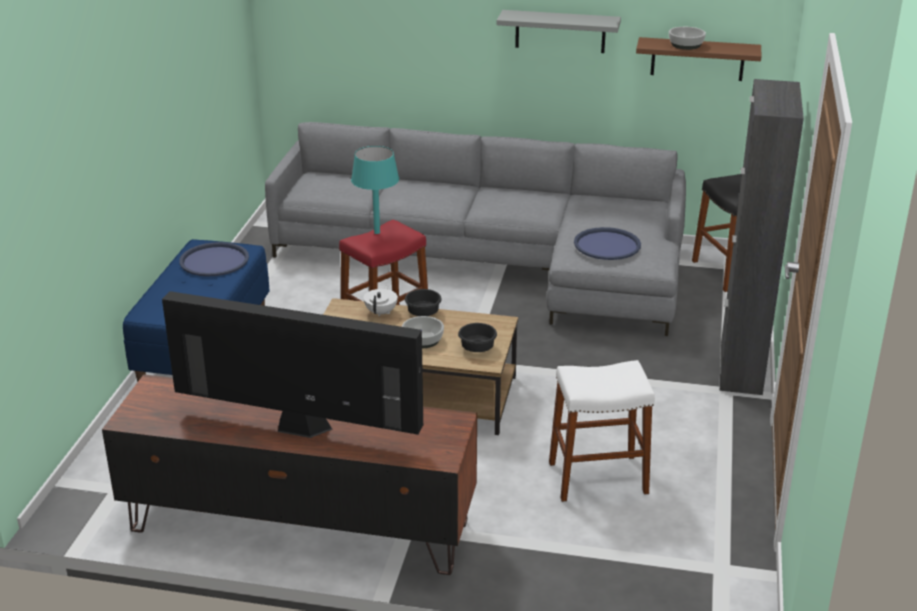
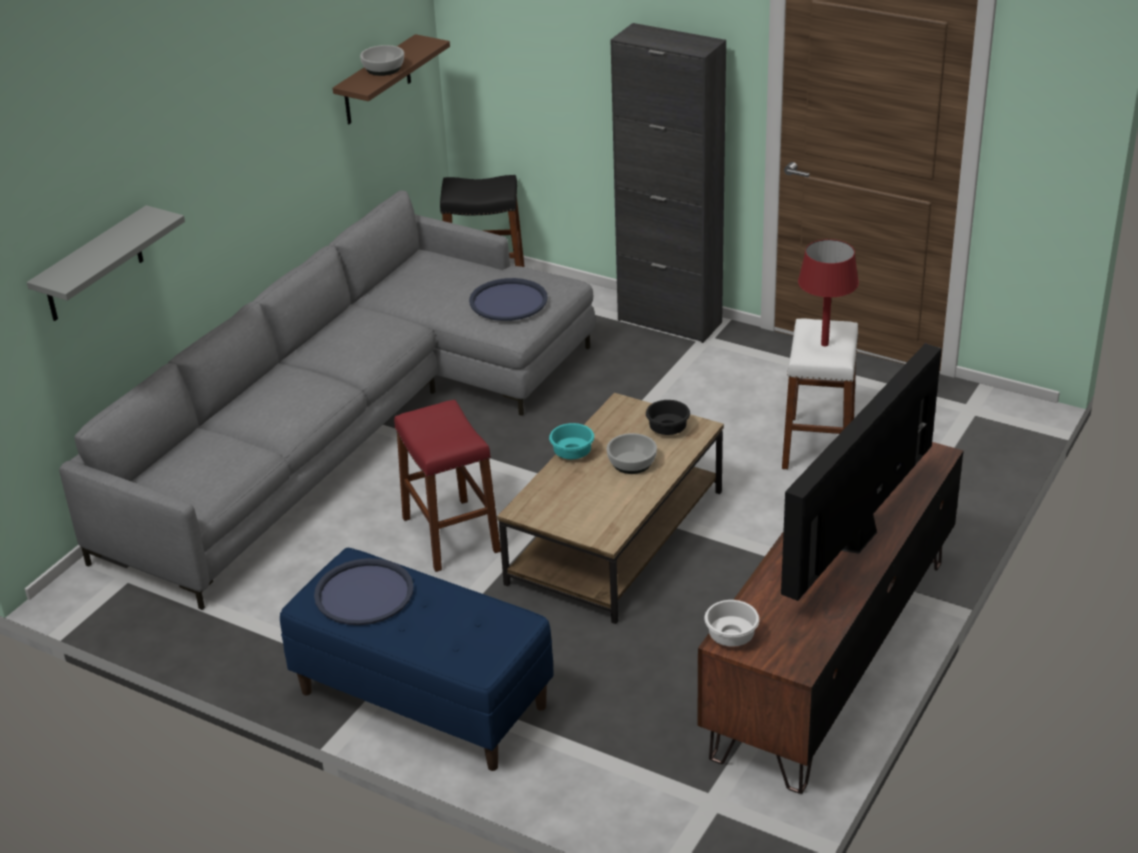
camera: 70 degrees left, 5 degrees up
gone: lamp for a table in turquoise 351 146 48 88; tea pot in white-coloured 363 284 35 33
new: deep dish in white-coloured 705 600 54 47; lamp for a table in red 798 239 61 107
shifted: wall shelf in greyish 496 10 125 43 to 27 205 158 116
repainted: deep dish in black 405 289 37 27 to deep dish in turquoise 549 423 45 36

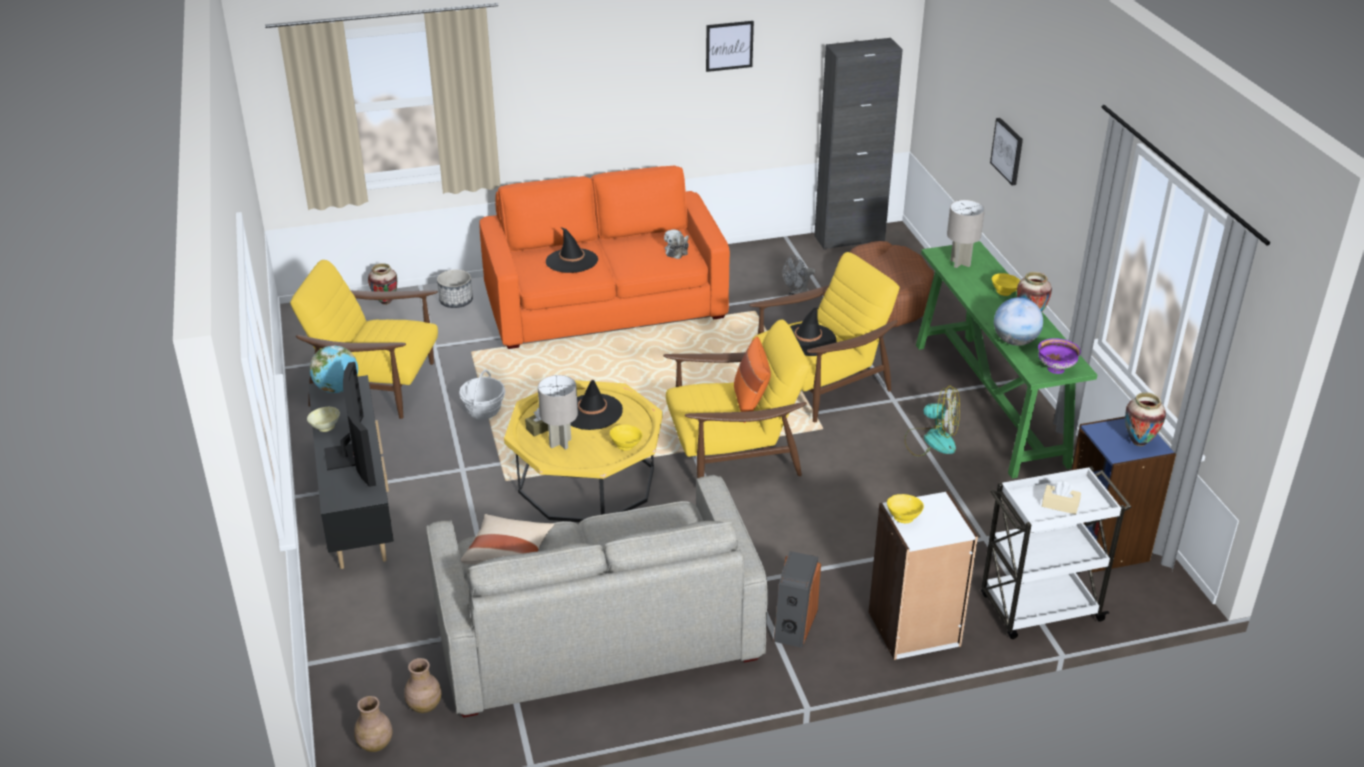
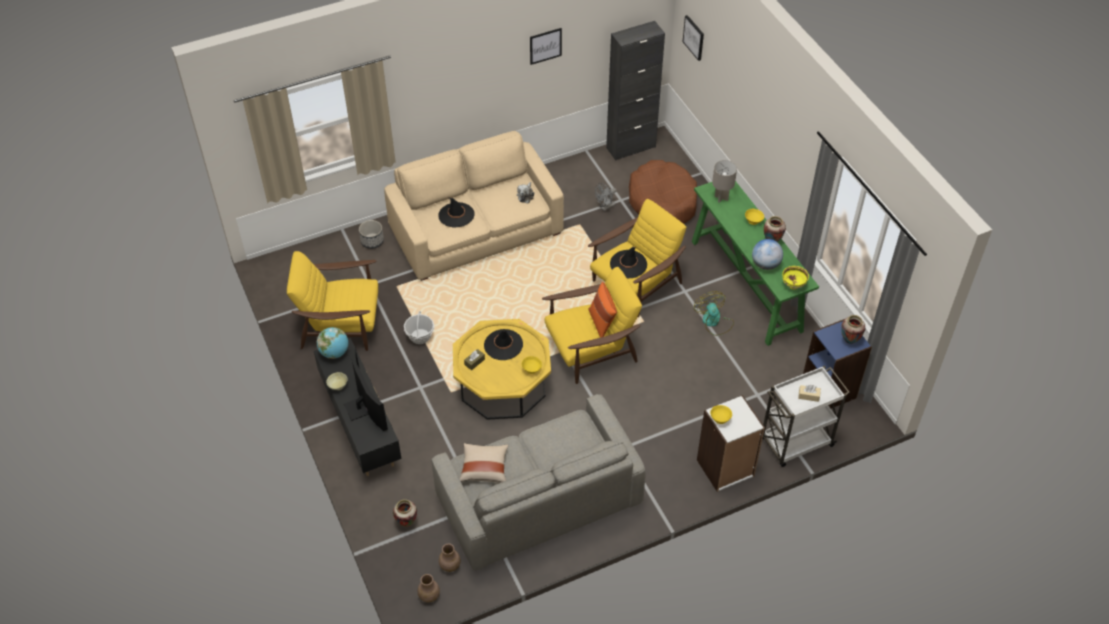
camera: 10 degrees left, 15 degrees up
gone: lamp for a table in greyish 538 375 40 75; audio speaker 773 551 48 97
shifted: decorative vase 368 263 29 42 to 393 499 24 28; picture 990 118 33 67 to 683 15 21 46
repainted: settee in orange-coloured 479 166 251 183 to settee in sand-coloured 384 131 180 150; deep dish in purple-coloured 1038 338 43 36 to deep dish in yellow-coloured 782 266 27 23
rotated: fan 904 386 56 70 = 694 291 40 45 120 degrees counterclockwise

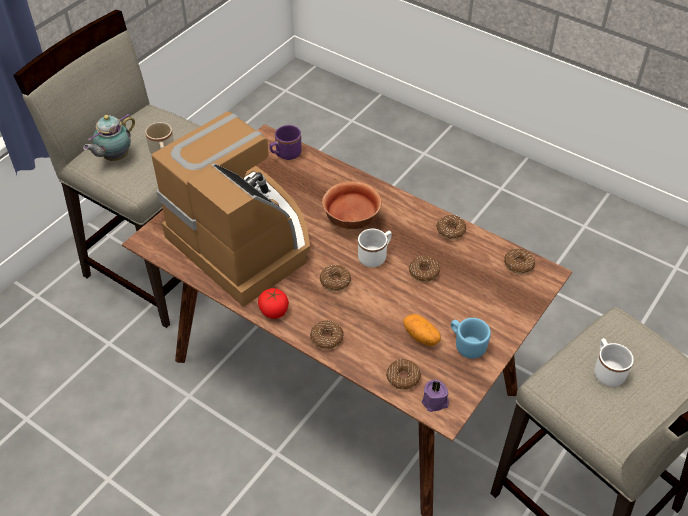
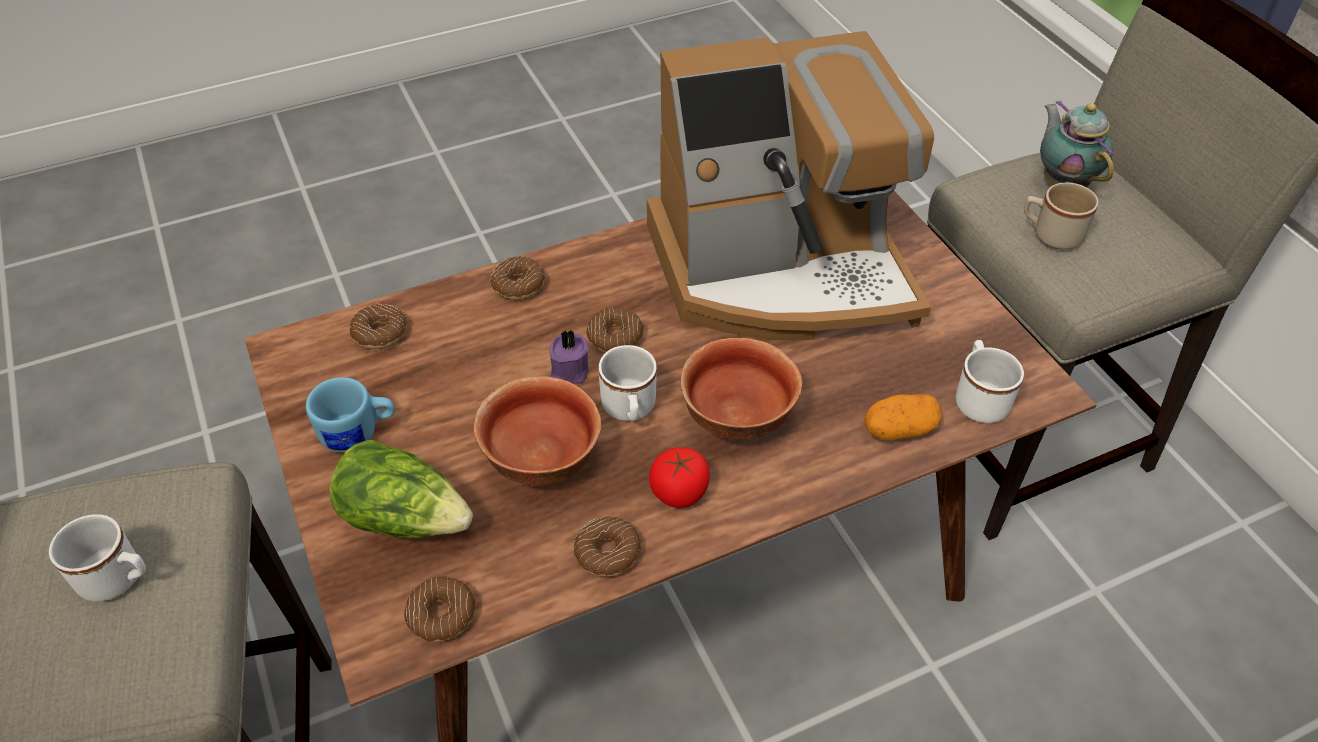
camera: 120 degrees right, 0 degrees up
new: lettuce 329 440 144 98
shifted: tomato 258 288 31 31 to 649 447 61 61; whole potato 403 314 38 32 to 864 394 78 46; candle in purple-coloured 422 380 27 32 to 550 330 39 54
swapped: ring doughnut 409 256 31 26 to deep dish 474 376 127 109
repainted: mug in purple-coloured 269 125 33 35 to mug in white-coloured 956 340 68 83

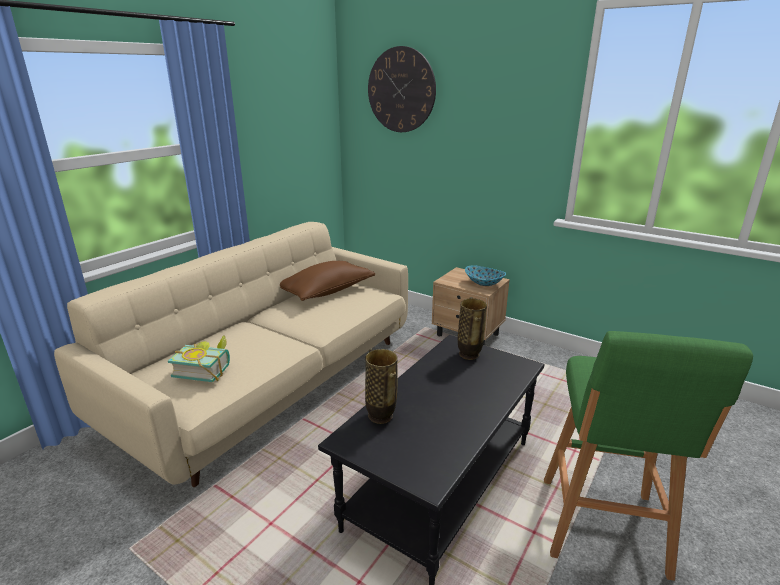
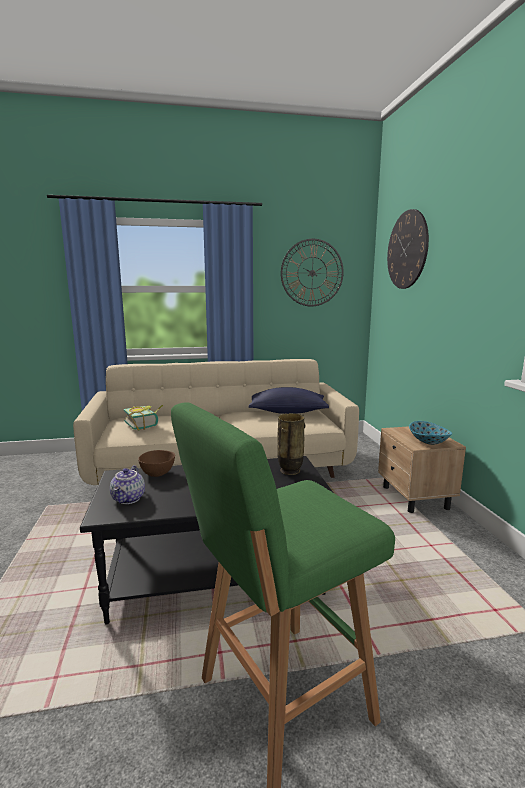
camera: 45 degrees right, 10 degrees down
new: tea pot 110 465 35 39; hanging clock 281 239 63 68
swapped: decorative vase 365 348 33 76 to deep dish in brown-coloured 138 450 37 27
repainted: pillow in brown-coloured 280 261 95 40 to pillow in blue 248 387 81 27

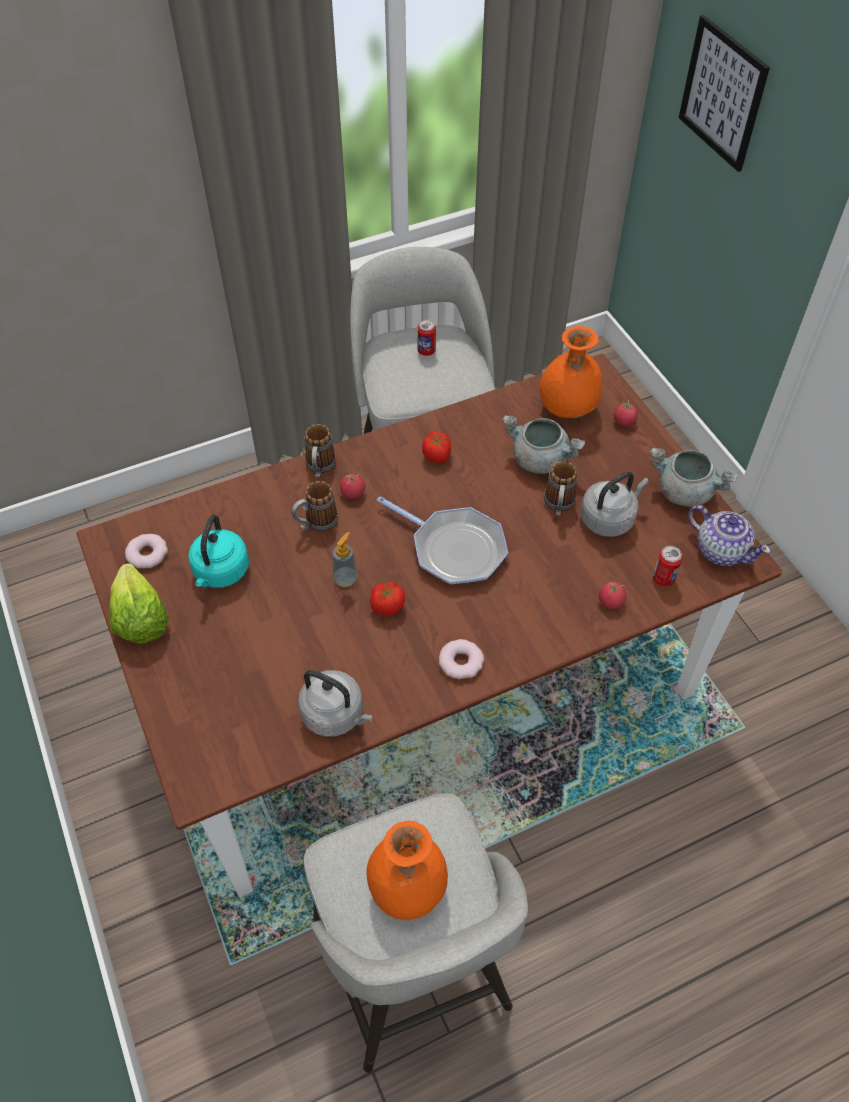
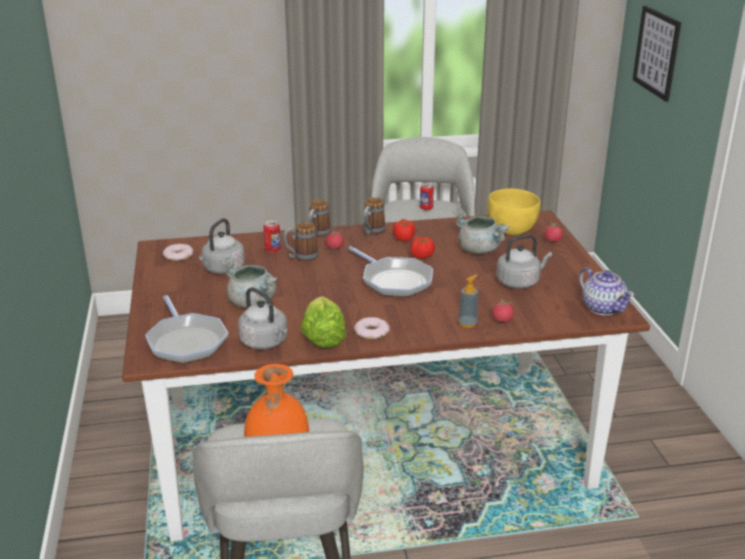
camera: 15 degrees right, 25 degrees down
new: skillet 145 295 83 68
shifted: lettuce 109 563 60 81 to 301 296 45 52; liquid soap bottle 332 532 25 56 to 458 275 20 53; tomato 370 582 35 34 to 410 237 25 22; mug 544 461 33 55 to 363 197 23 38; cooking pot in greyish 650 448 89 59 to 221 258 57 50; sealed can 653 546 30 41 to 263 221 18 32
swapped: decorative vase in orange-coloured 540 326 62 92 to deep dish in yellow-coloured 488 188 53 47
repainted: water kettle in turquoise 188 515 61 73 to water kettle in greyish 199 218 46 56

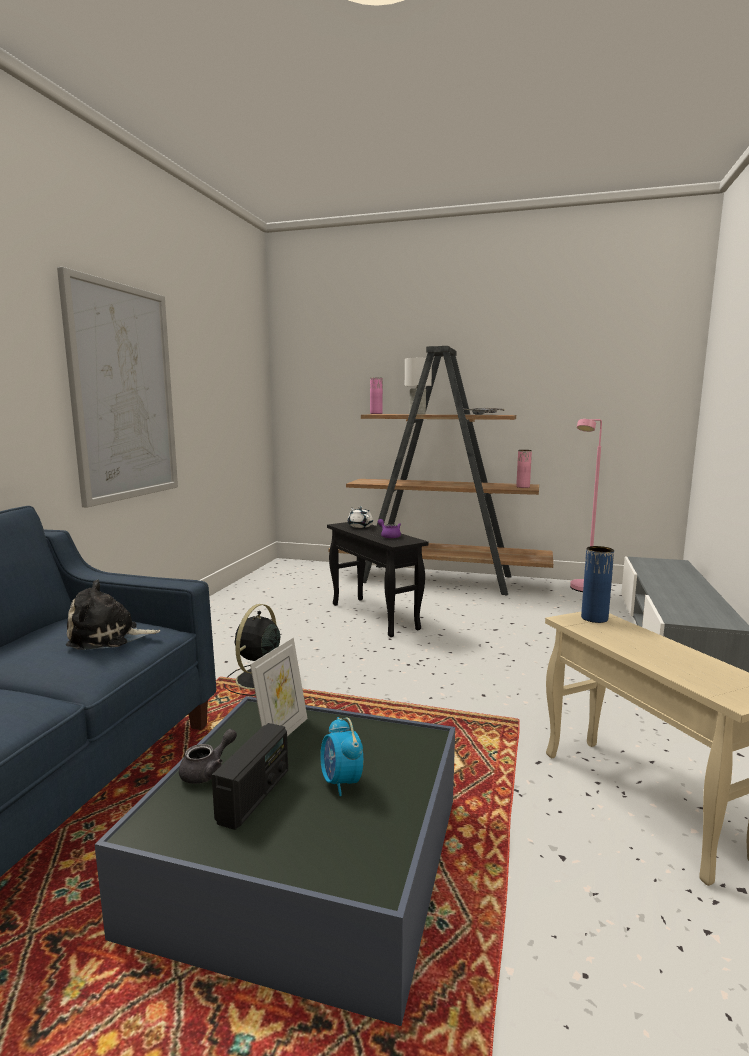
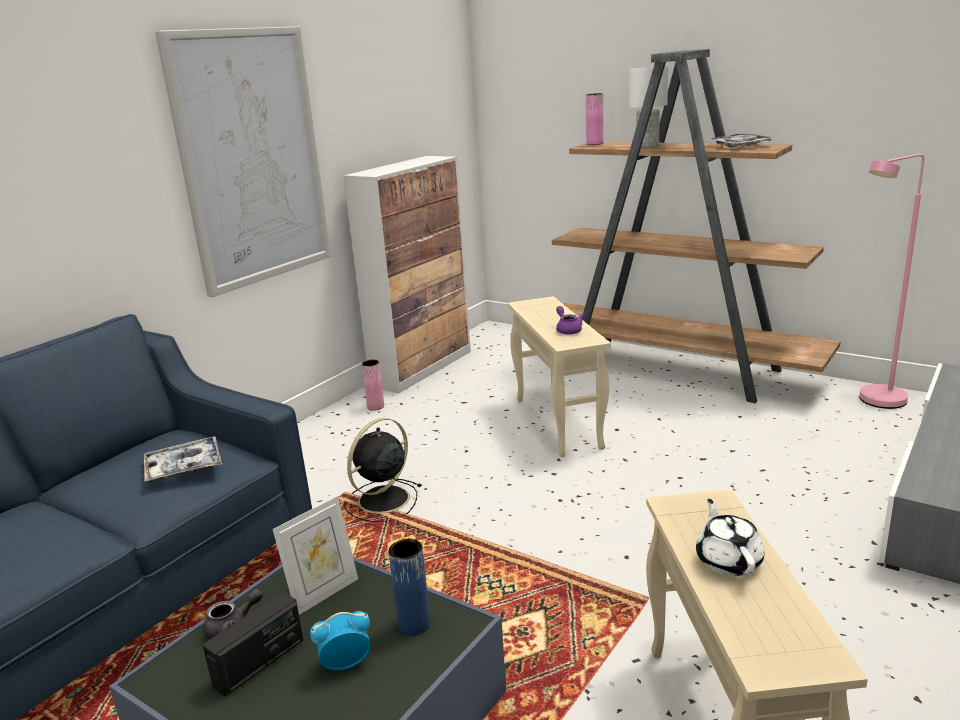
camera: 20 degrees right, 10 degrees up
new: storage cabinet 343 156 128 237
shifted: tea pot in white-coloured 348 507 25 21 to 696 499 68 77; decorative vase in pink-coloured 516 450 16 38 to 362 360 22 51; decorative vase in blue 581 546 33 77 to 389 539 41 97
swapped: soft toy 66 580 94 70 to tray 144 437 78 45
repainted: accent table in black 327 522 102 115 to accent table in sand-coloured 508 296 103 161
rotated: table clock 320 717 43 79 = 310 611 61 60 75 degrees clockwise

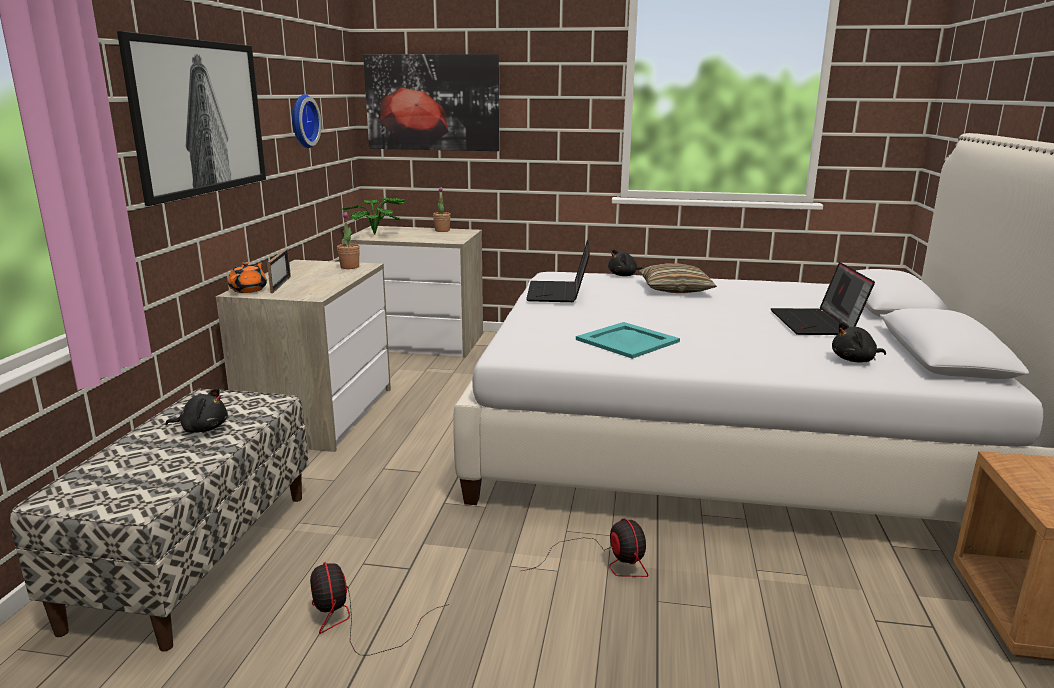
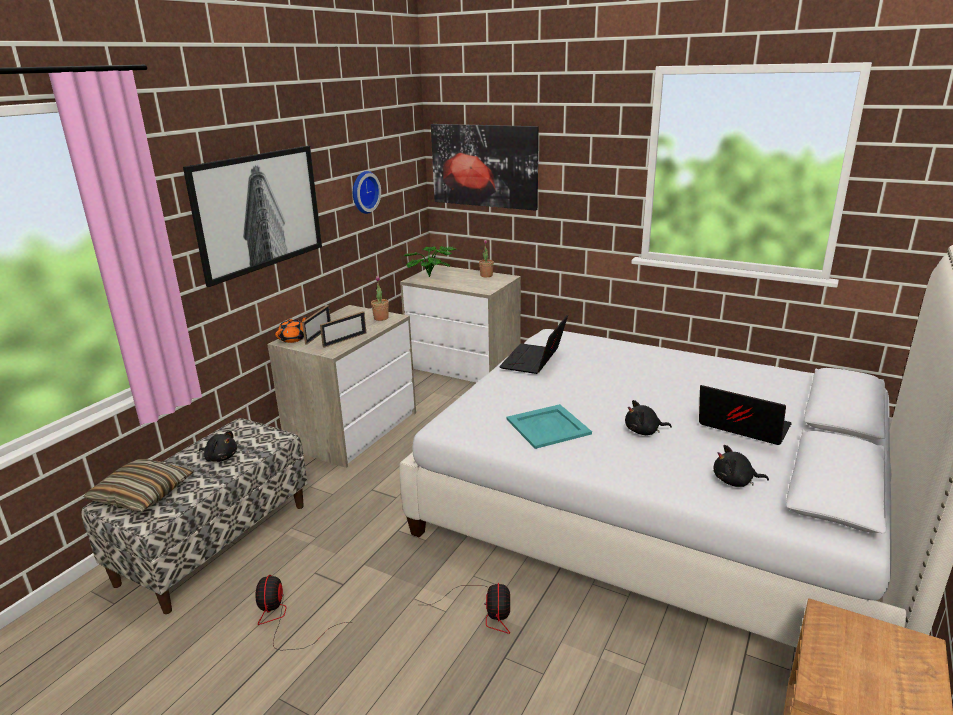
camera: 20 degrees right, 5 degrees up
new: photo frame 320 311 46 37
shifted: soft toy in black 608 249 36 27 to 625 400 47 35; pillow 639 263 78 30 to 83 459 111 53
rotated: laptop 771 262 104 73 = 699 385 93 60 105 degrees clockwise

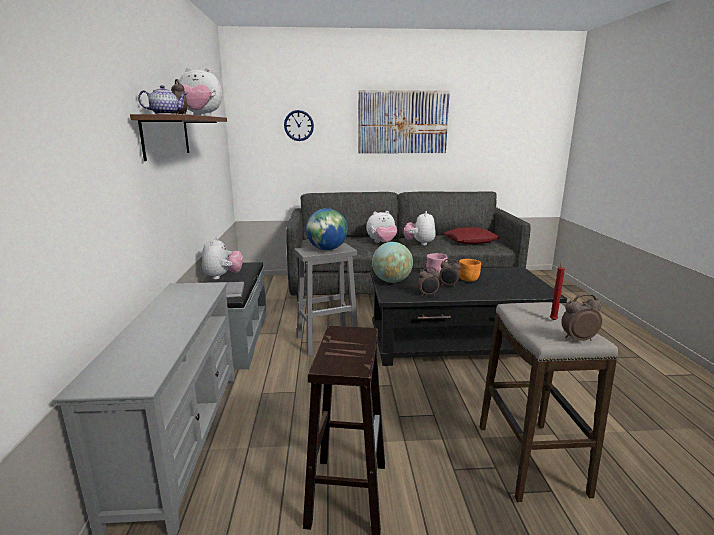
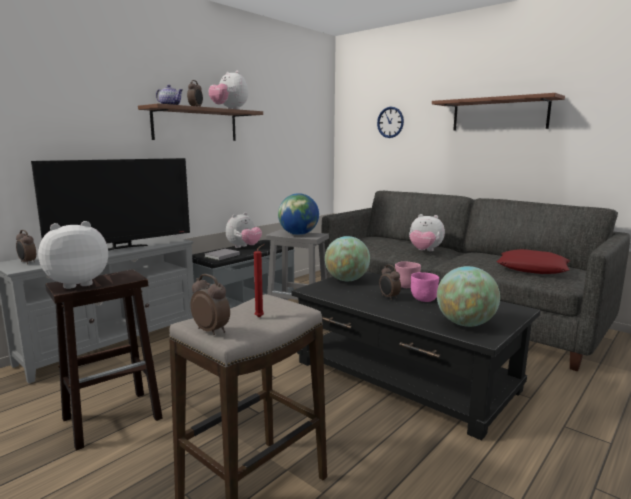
camera: 45 degrees right, 5 degrees down
new: TV set 31 158 159 93; desk globe 437 266 63 61
shifted: soft toy 404 211 32 34 to 38 221 70 68; table clock 417 267 23 29 to 16 230 20 34
swapped: picture 358 90 92 64 to wall shelf in brown-coloured 432 93 133 38
repainted: deep dish in orange-coloured 459 259 22 23 to deep dish in pink-coloured 411 272 28 30

